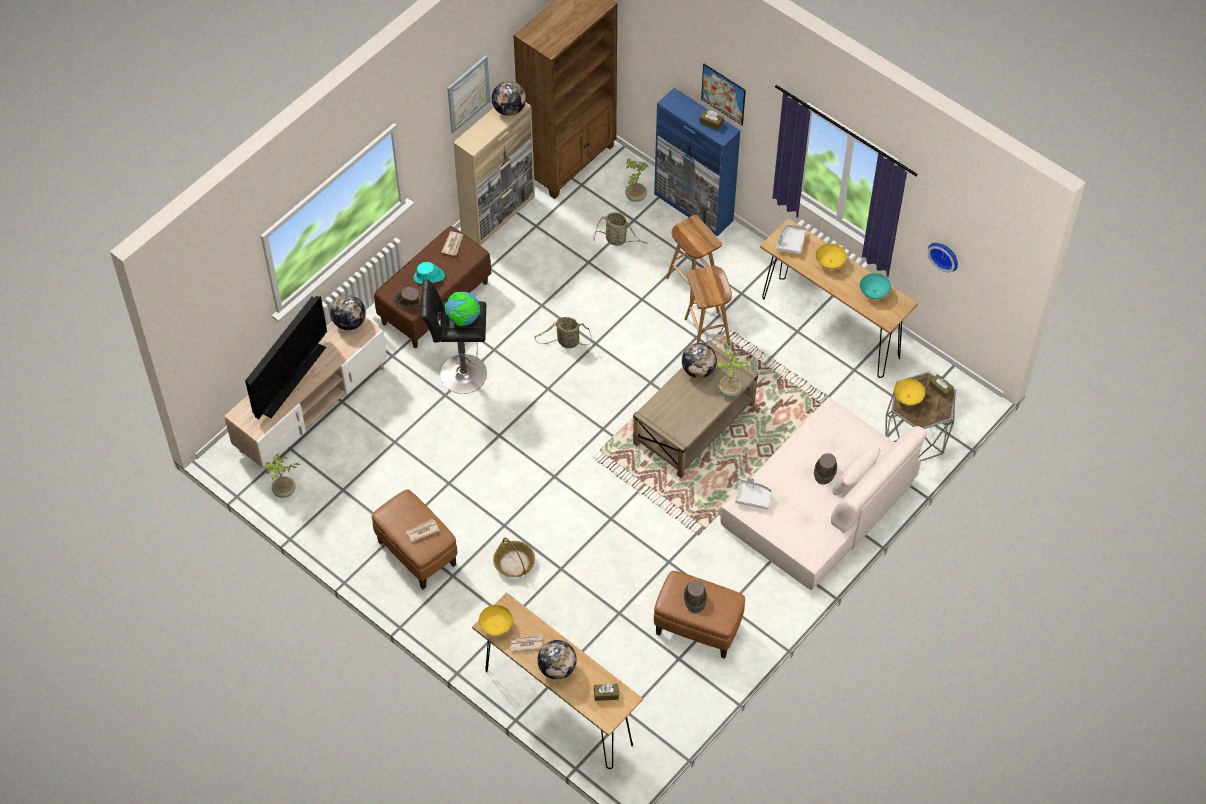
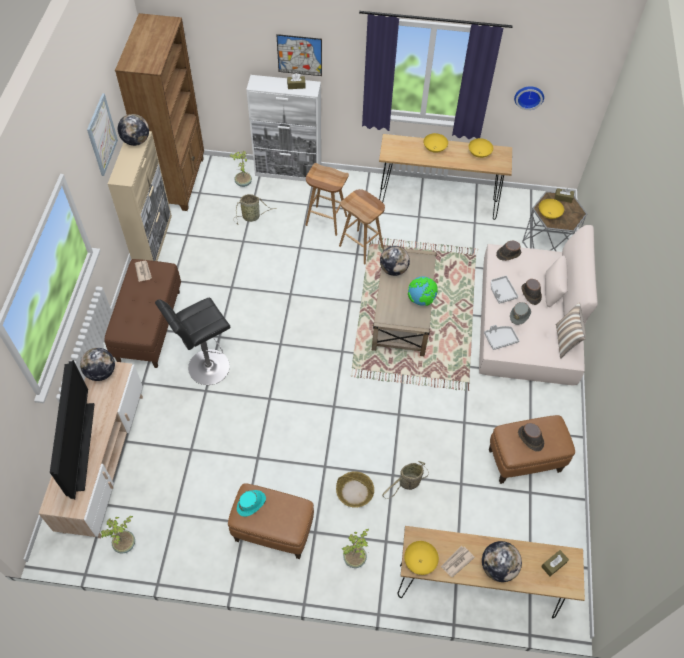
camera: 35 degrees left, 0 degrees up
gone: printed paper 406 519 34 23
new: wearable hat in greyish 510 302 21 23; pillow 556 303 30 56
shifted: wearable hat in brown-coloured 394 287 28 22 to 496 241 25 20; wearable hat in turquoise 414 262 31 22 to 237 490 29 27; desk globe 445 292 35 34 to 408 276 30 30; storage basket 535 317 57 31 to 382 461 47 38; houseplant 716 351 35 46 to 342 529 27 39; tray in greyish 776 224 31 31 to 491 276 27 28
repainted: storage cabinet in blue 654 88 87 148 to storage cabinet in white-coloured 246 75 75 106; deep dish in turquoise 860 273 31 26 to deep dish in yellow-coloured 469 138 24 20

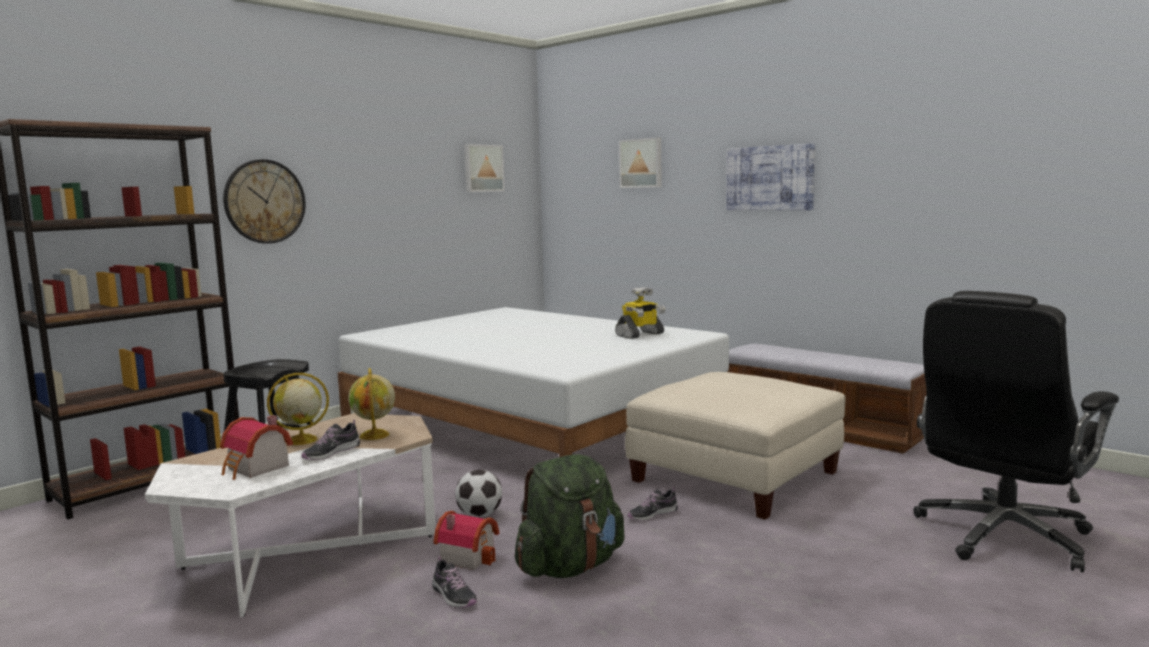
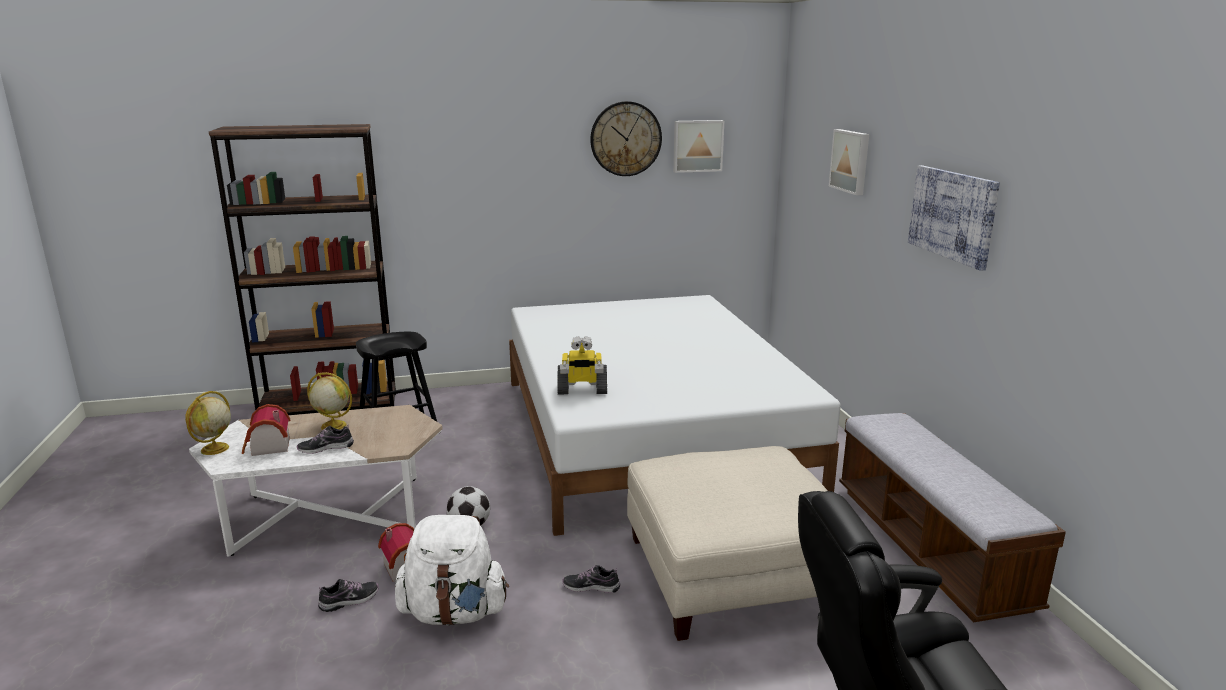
camera: 35 degrees right, 10 degrees up
shifted: hanging clock 223 159 83 85 to 590 101 72 75; desk globe 348 368 47 72 to 185 391 46 64; robot figure 615 287 51 52 to 557 336 50 58
repainted: backpack in green 515 454 110 124 to backpack in white-coloured 395 515 114 111
rotated: shoe 432 556 45 52 = 318 579 61 33 120 degrees counterclockwise

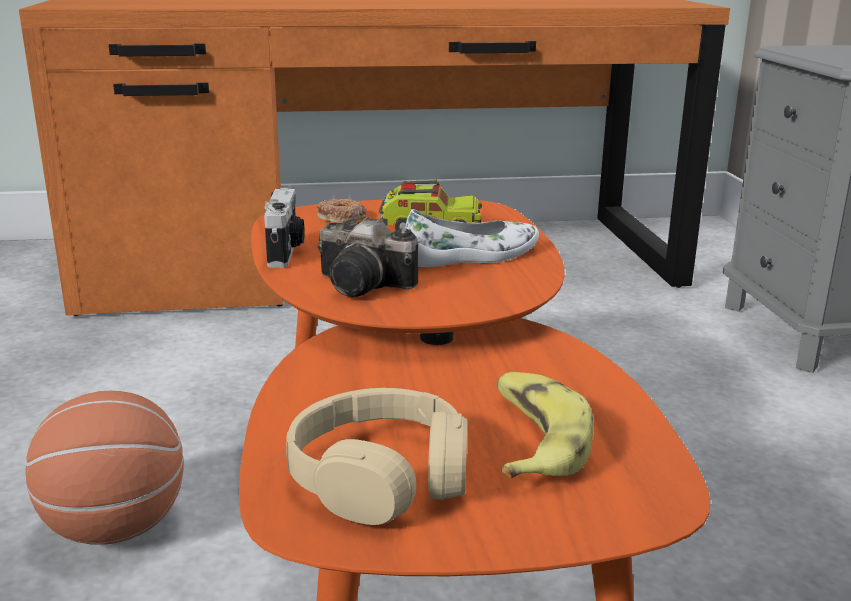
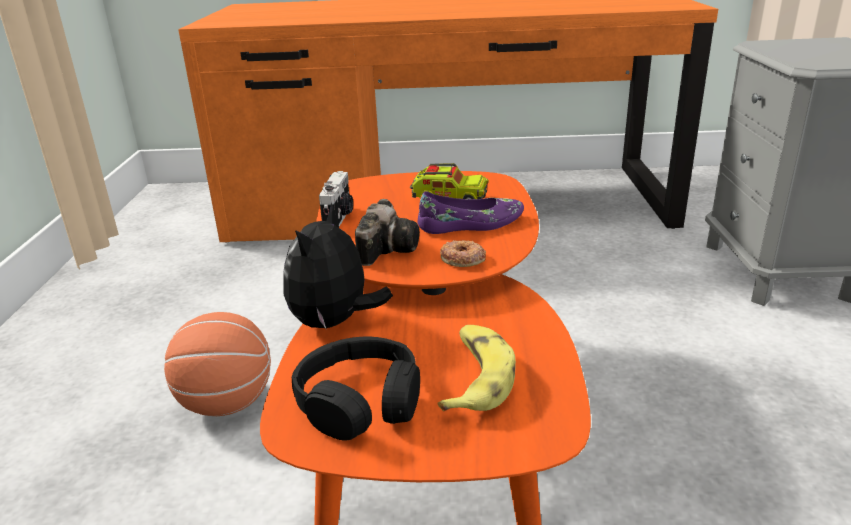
camera: 10 degrees right, 5 degrees up
new: soft toy 283 203 110 127
shifted: ring doughnut 316 199 50 23 to 440 240 46 27
repainted: pair of headphones in sand-coloured 286 388 181 137 to pair of headphones in black 292 337 128 104; shoe in white-coloured 405 209 134 58 to shoe in purple-coloured 417 191 107 43
rotated: still camera 318 217 100 80 = 355 199 65 67 105 degrees counterclockwise

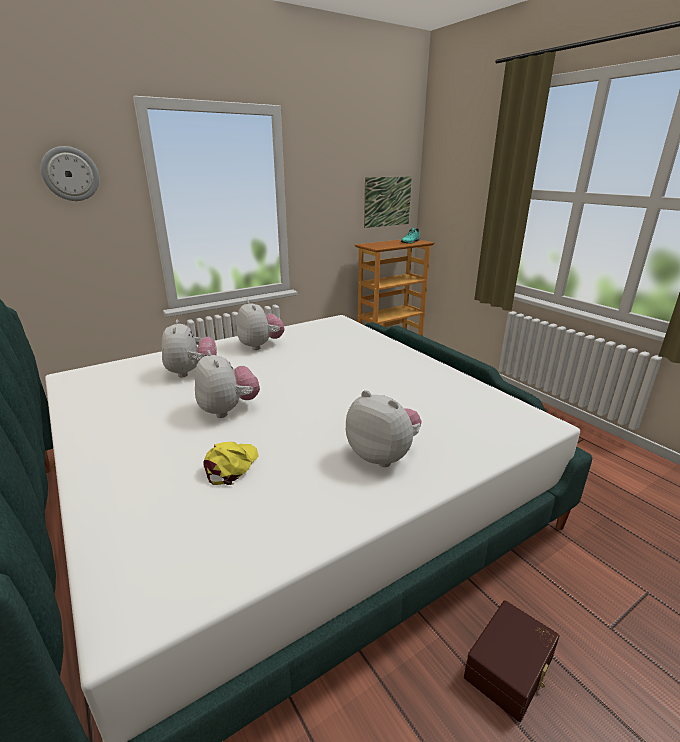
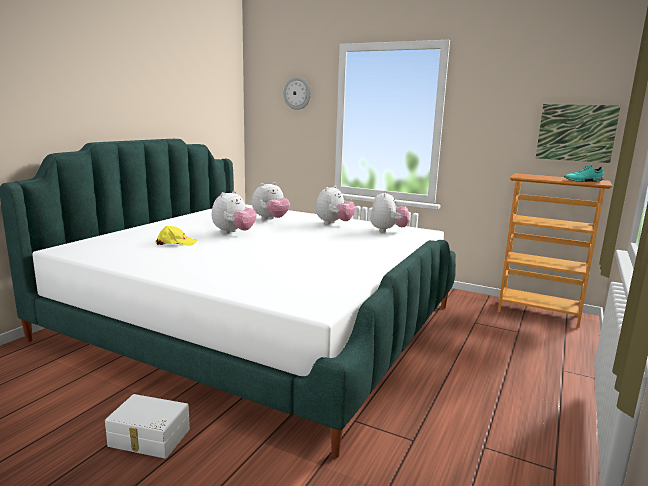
camera: 60 degrees right, 10 degrees down
shifted: soft toy 346 390 76 77 to 370 190 40 42
repainted: storage box in brown-coloured 464 600 95 122 to storage box in white-coloured 105 394 85 64

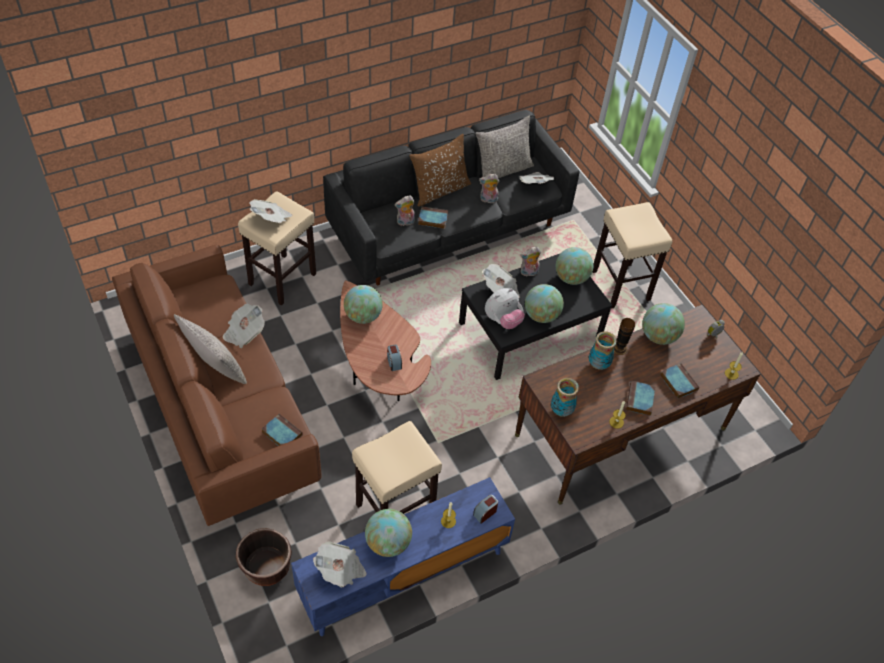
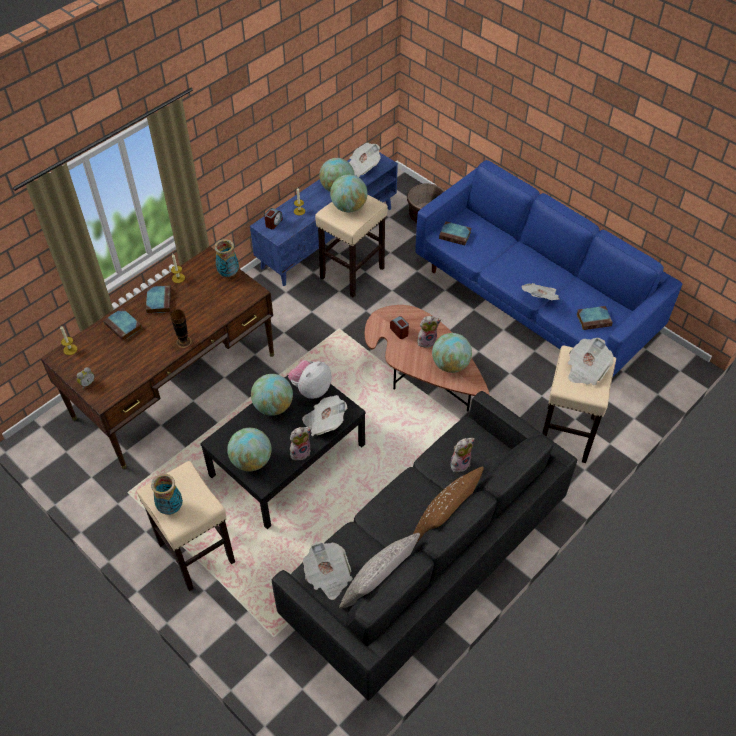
camera: 165 degrees right, 0 degrees up
gone: pillow in greyish 174 314 73 70
shifted: volume 418 206 30 23 to 577 306 36 24; soft toy 479 174 20 29 to 418 316 23 33; decorative vase 589 331 28 39 to 151 474 32 41; desk globe 642 303 43 42 to 330 175 38 37
repainted: settee in brown-coloured 112 244 209 282 to settee in blue 415 160 268 216

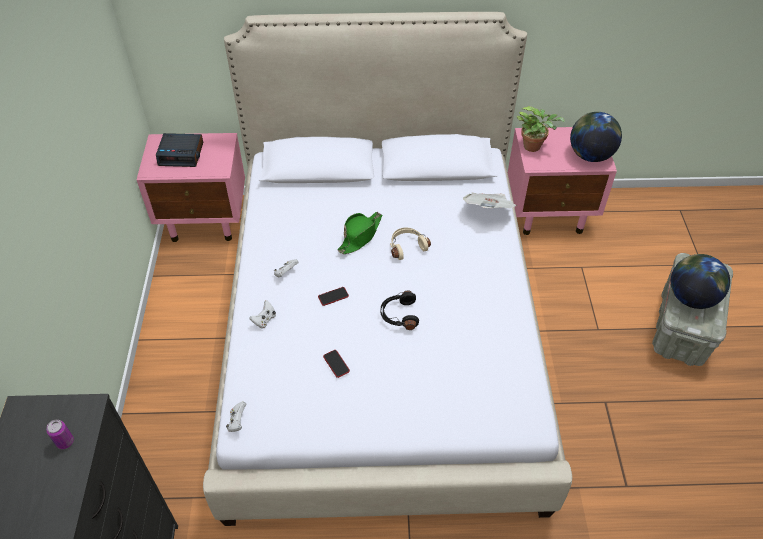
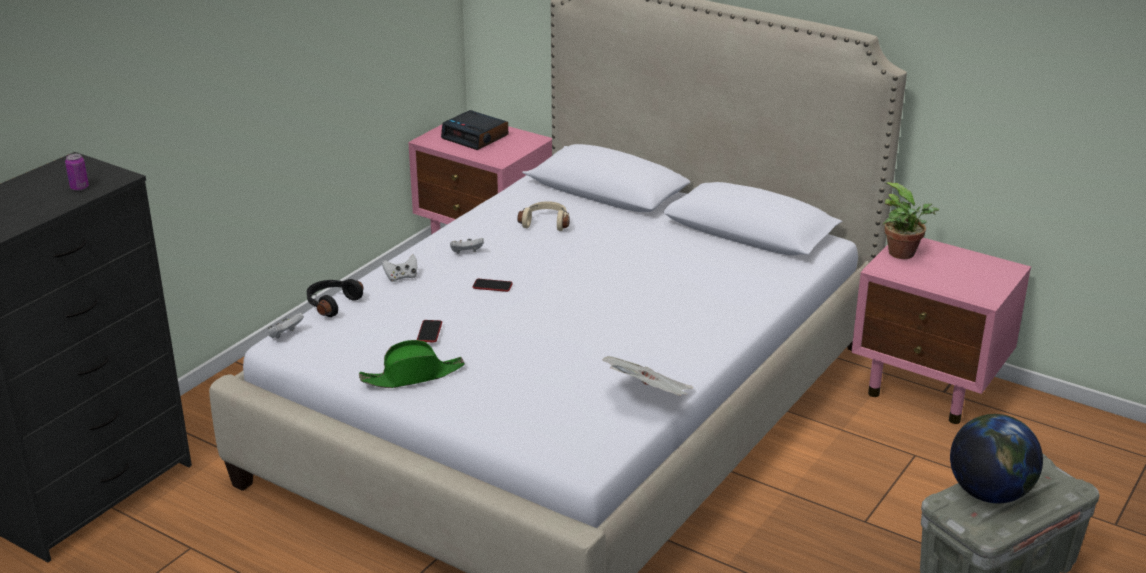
camera: 35 degrees right, 20 degrees down
gone: desk globe 570 112 52 50
shifted: wearable hat in green 337 212 45 42 to 359 340 106 48; pair of headphones in black 380 291 39 39 to 307 279 56 38; pair of headphones in sand-coloured 390 227 41 33 to 517 201 53 30; printed paper 463 193 54 16 to 603 356 91 40

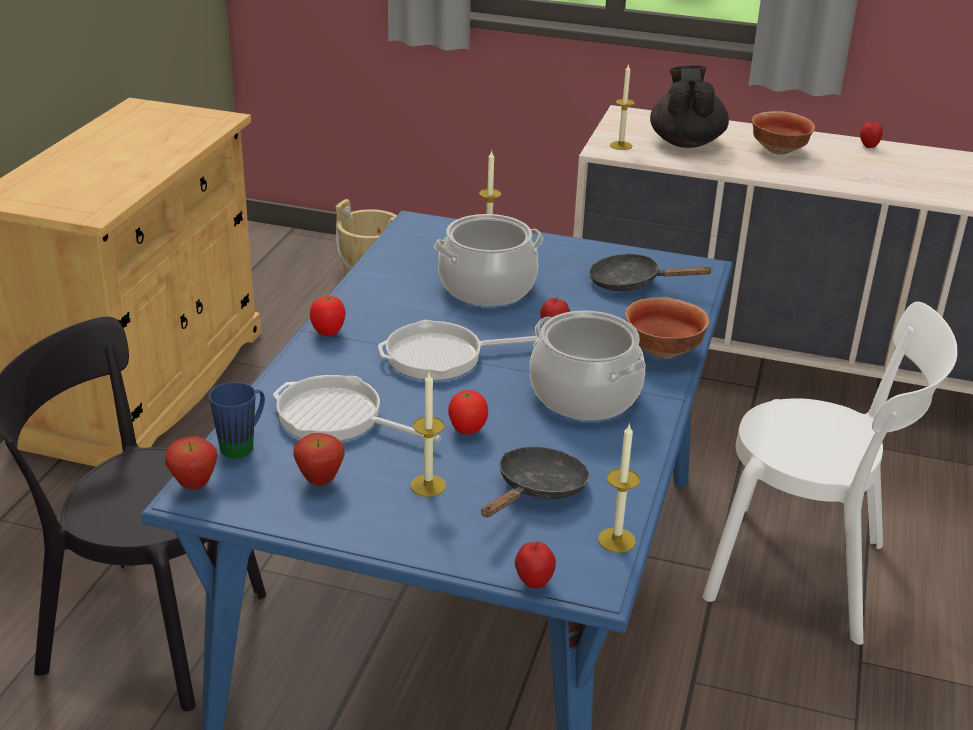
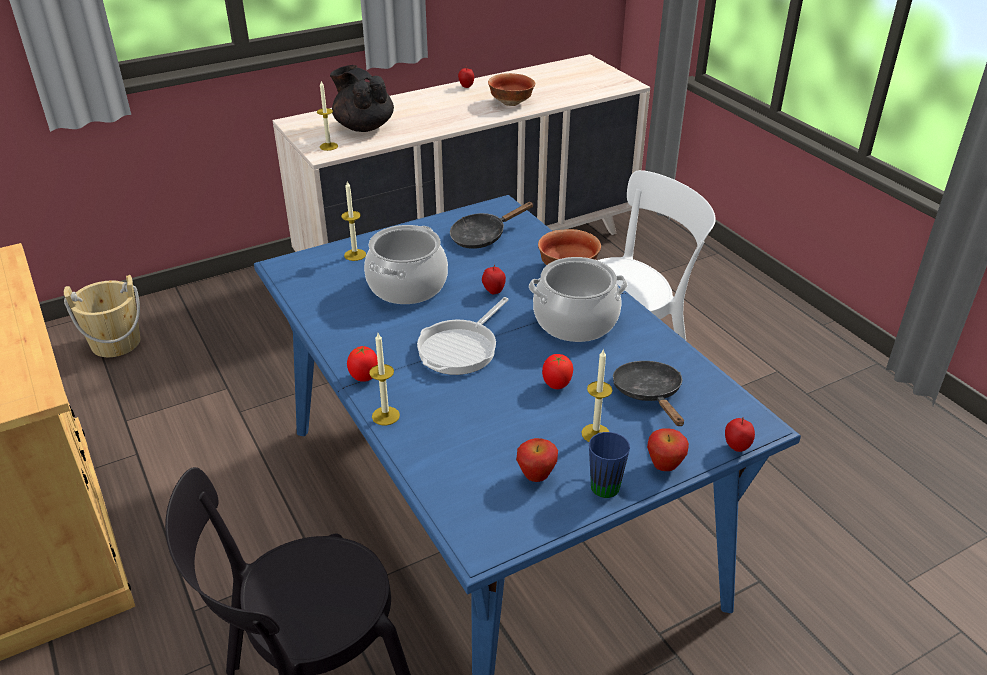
camera: 45 degrees left, 5 degrees up
gone: skillet 273 375 168 67
shifted: apple 165 436 52 54 to 647 428 42 43; mug in blue 209 382 56 76 to 589 432 41 66; candle 598 423 42 130 to 369 333 31 92; deep dish 752 111 63 44 to 488 73 47 33

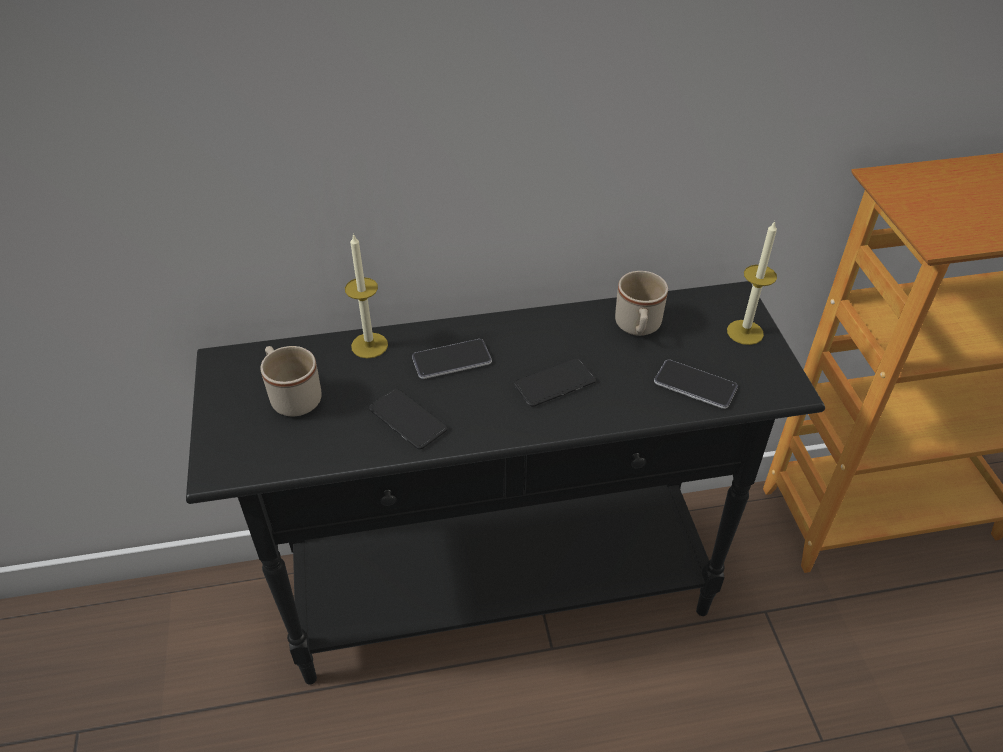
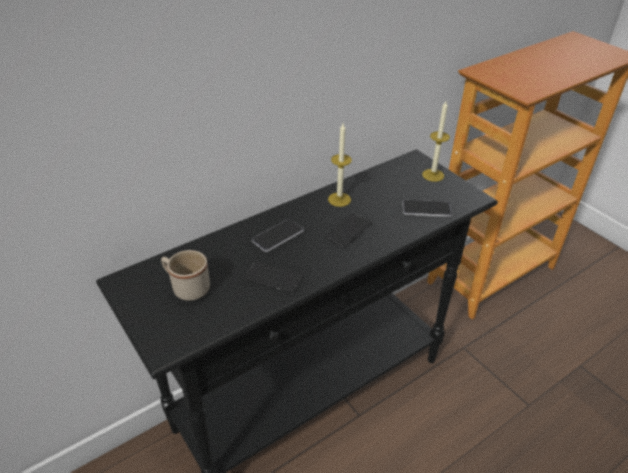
camera: 25 degrees left, 5 degrees down
gone: mug in sand-coloured 615 271 53 65
shifted: candle 345 233 43 125 to 328 123 24 84

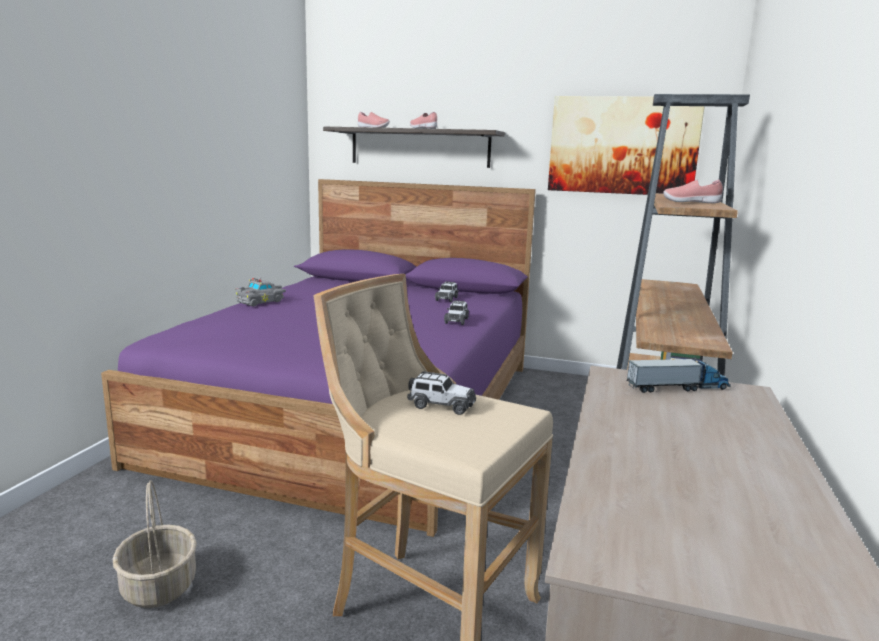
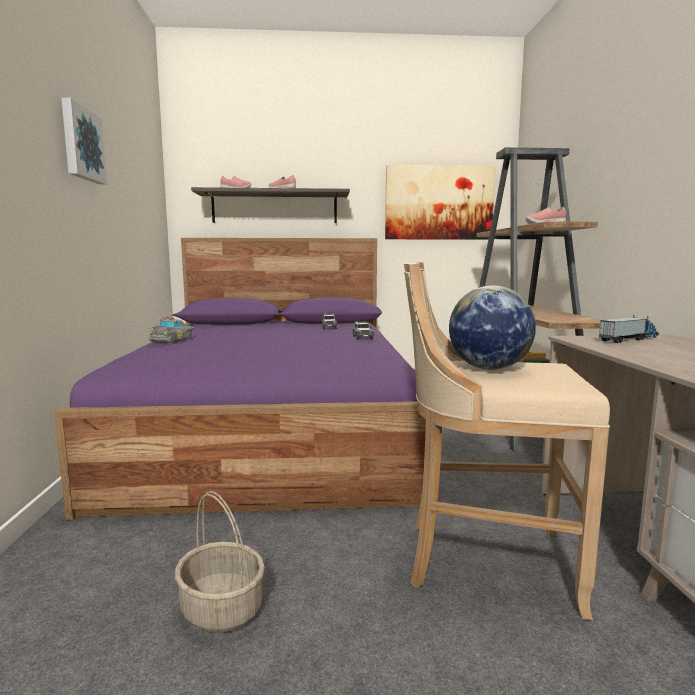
camera: 20 degrees left, 5 degrees down
new: picture 61 97 46 87
swapped: toy car 407 371 69 44 to desk globe 449 285 87 85

